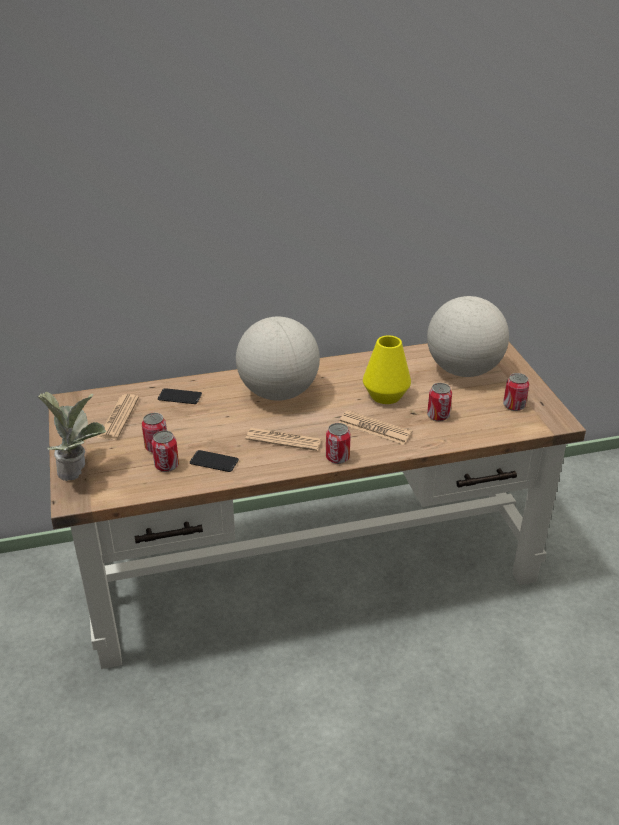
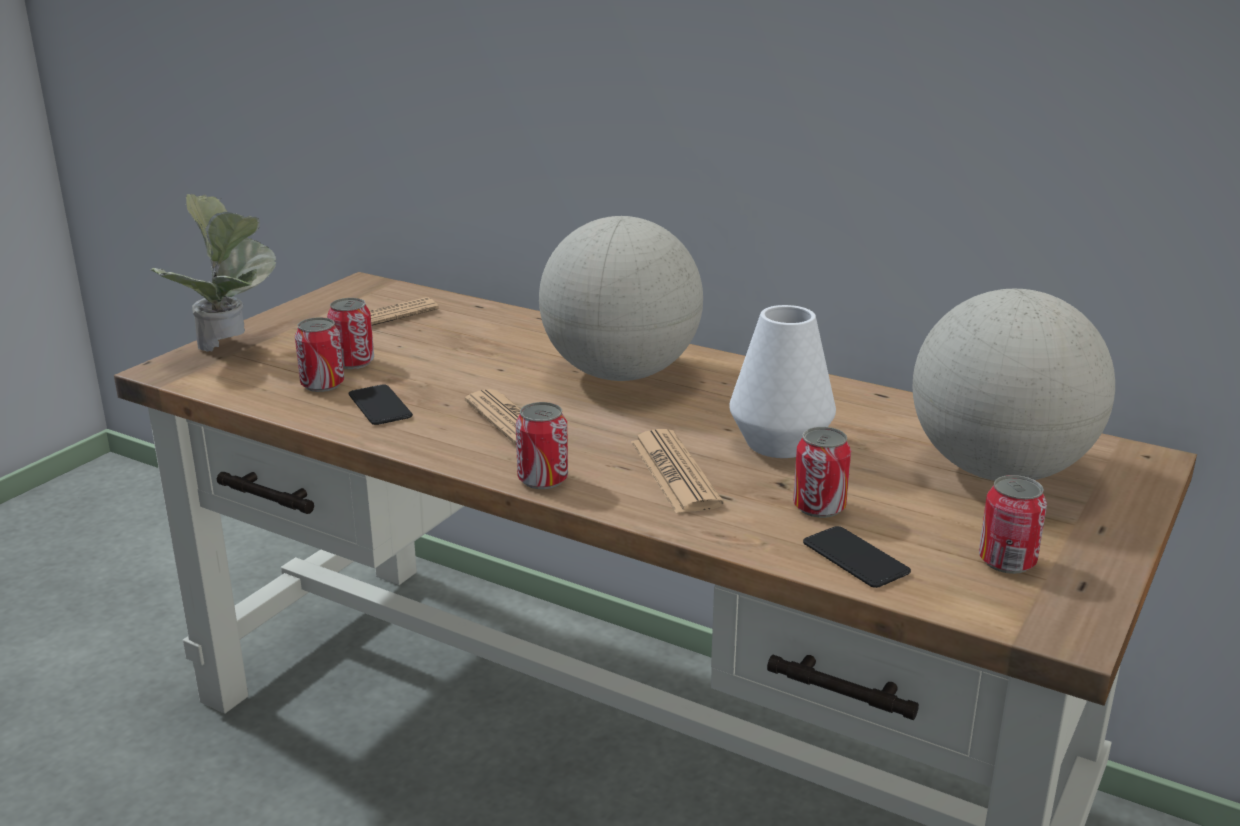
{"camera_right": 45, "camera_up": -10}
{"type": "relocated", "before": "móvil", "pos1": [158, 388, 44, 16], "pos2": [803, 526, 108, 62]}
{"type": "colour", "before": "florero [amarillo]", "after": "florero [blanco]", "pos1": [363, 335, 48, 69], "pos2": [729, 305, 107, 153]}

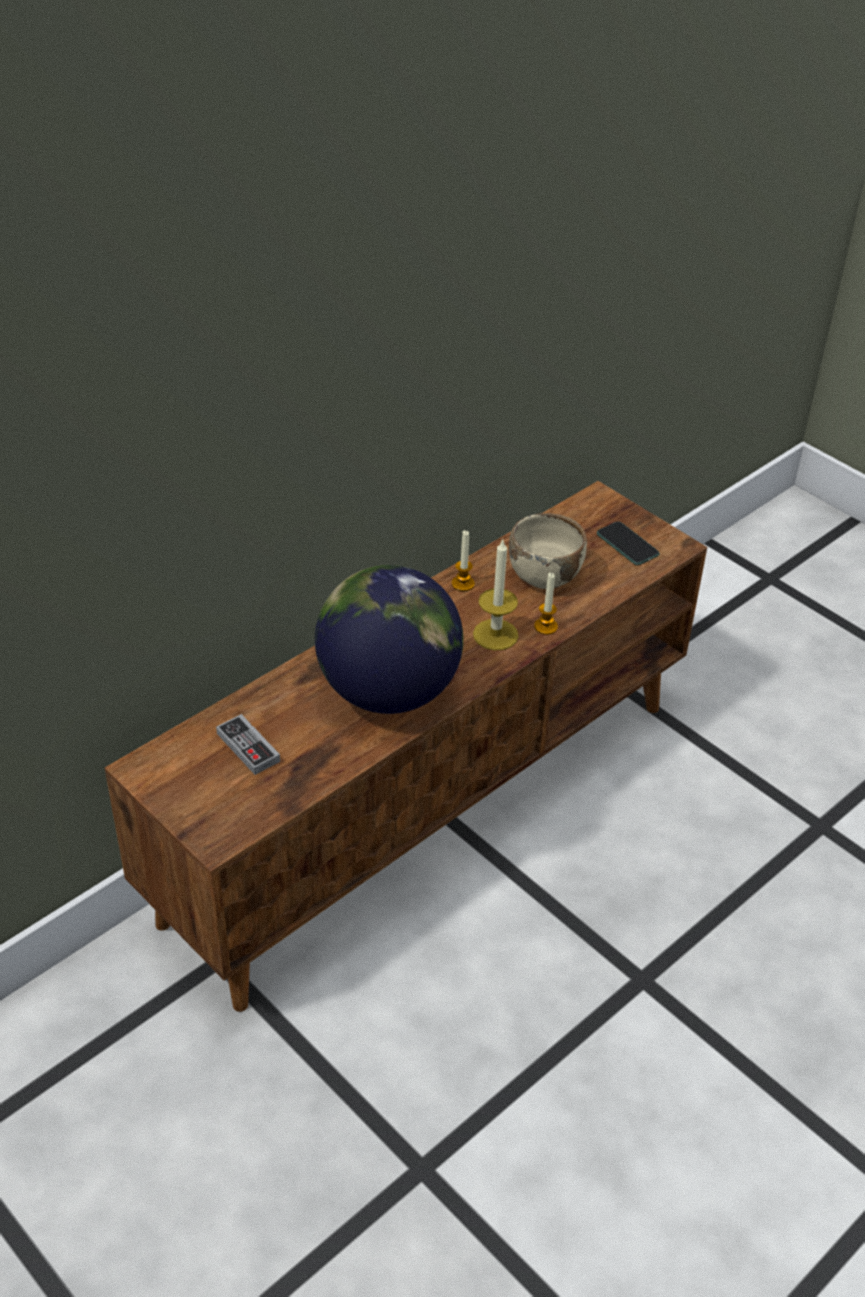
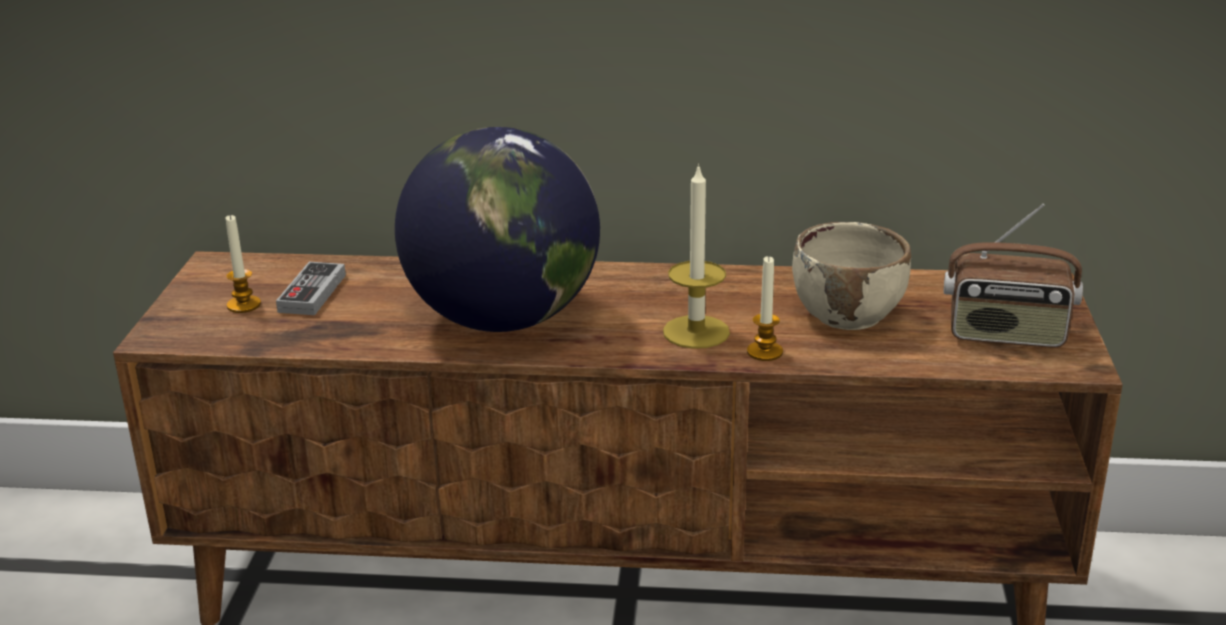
{"camera_right": 50, "camera_up": -15}
{"type": "relocated", "before": "vela", "pos1": [452, 530, 23, 61], "pos2": [226, 215, 35, 98]}
{"type": "exchanged", "before": "móvil", "after": "radio", "pos1": [597, 521, 63, 44], "pos2": [943, 204, 140, 144]}

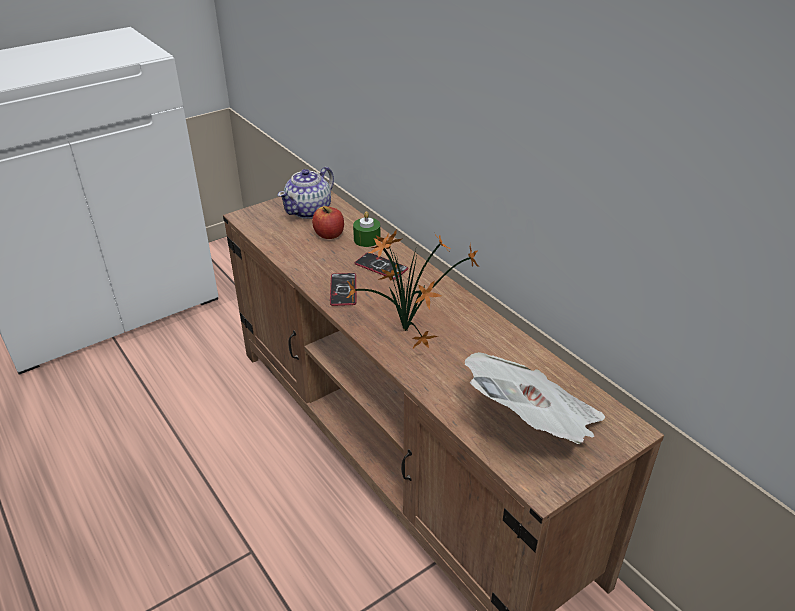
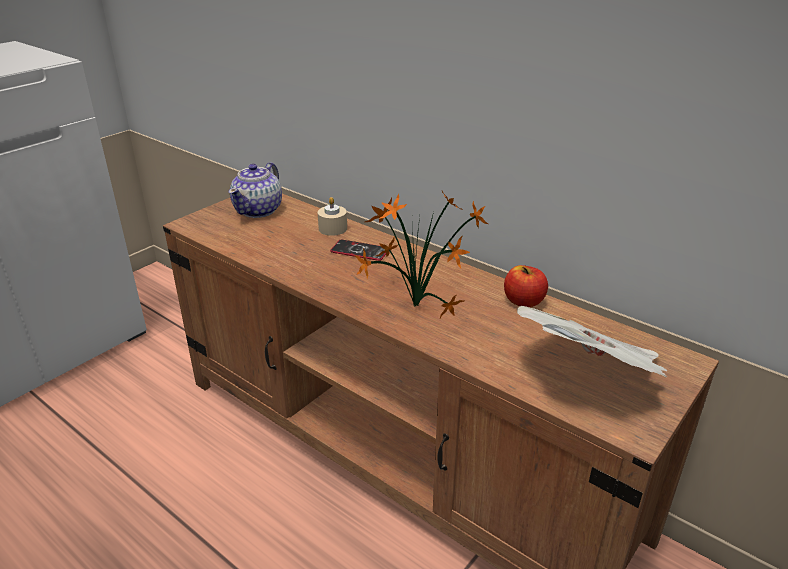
{"camera_right": -15, "camera_up": -5}
{"type": "missing", "before": "móvil", "pos1": [330, 273, 26, 33]}
{"type": "relocated", "before": "manzana", "pos1": [312, 206, 32, 33], "pos2": [504, 265, 44, 42]}
{"type": "colour", "before": "vela [verde]", "after": "vela [beis]", "pos1": [353, 211, 28, 36], "pos2": [318, 197, 29, 39]}

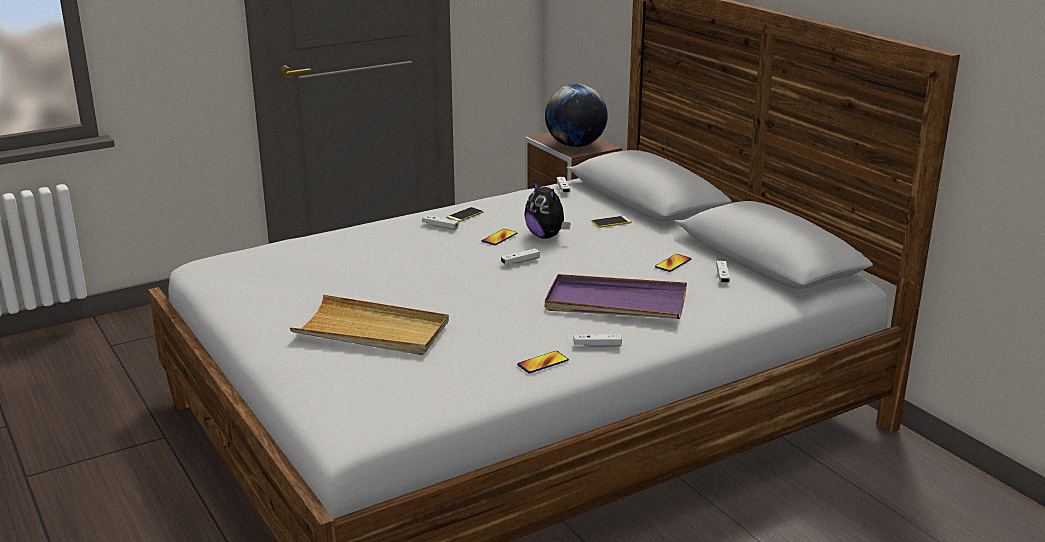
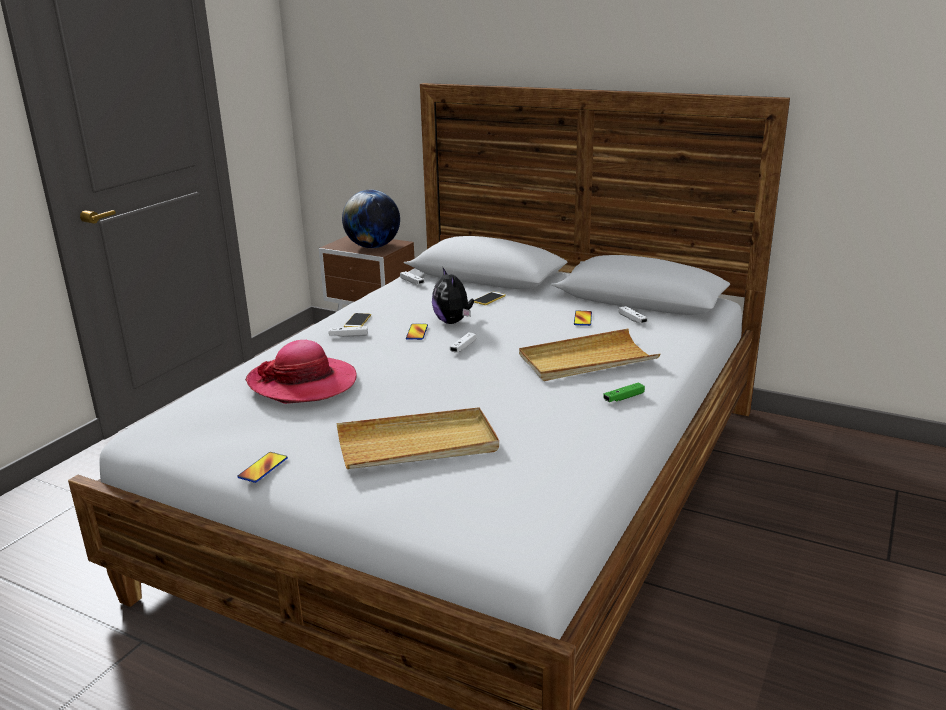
{"camera_right": -30, "camera_up": 0}
{"type": "appeared", "after": "sombrero", "pos2": [245, 340, 112, 64]}
{"type": "relocated", "before": "móvil", "pos1": [517, 351, 52, 22], "pos2": [237, 452, 51, 31]}
{"type": "colour", "before": "bandeja [morado]", "after": "bandeja [beis]", "pos1": [545, 274, 142, 45], "pos2": [519, 329, 141, 52]}
{"type": "colour", "before": "mando de consola [blanco]", "after": "mando de consola [verde]", "pos1": [574, 334, 48, 13], "pos2": [603, 383, 42, 19]}
{"type": "spun", "before": "peluche", "pos1": [524, 180, 47, 59], "pos2": [432, 268, 42, 56], "turn": 45}

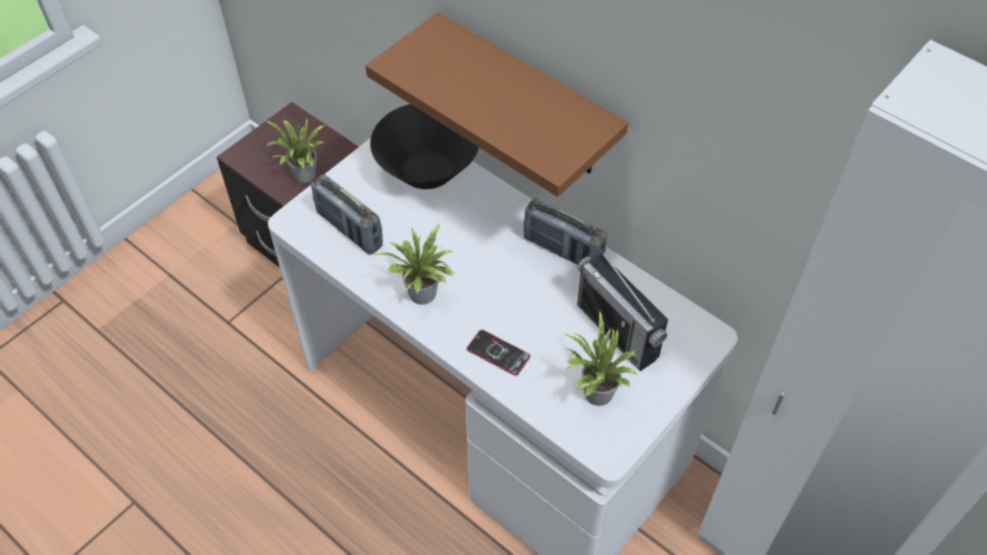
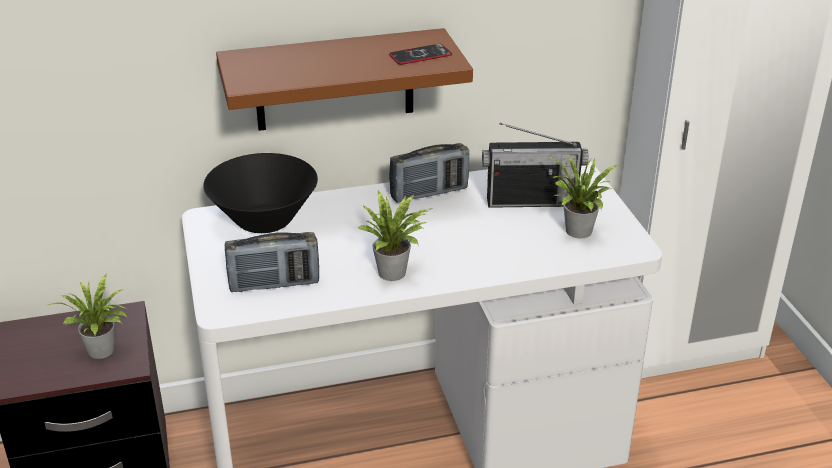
{"camera_right": -55, "camera_up": -20}
{"type": "relocated", "before": "móvil", "pos1": [467, 330, 63, 46], "pos2": [389, 44, 63, 21]}

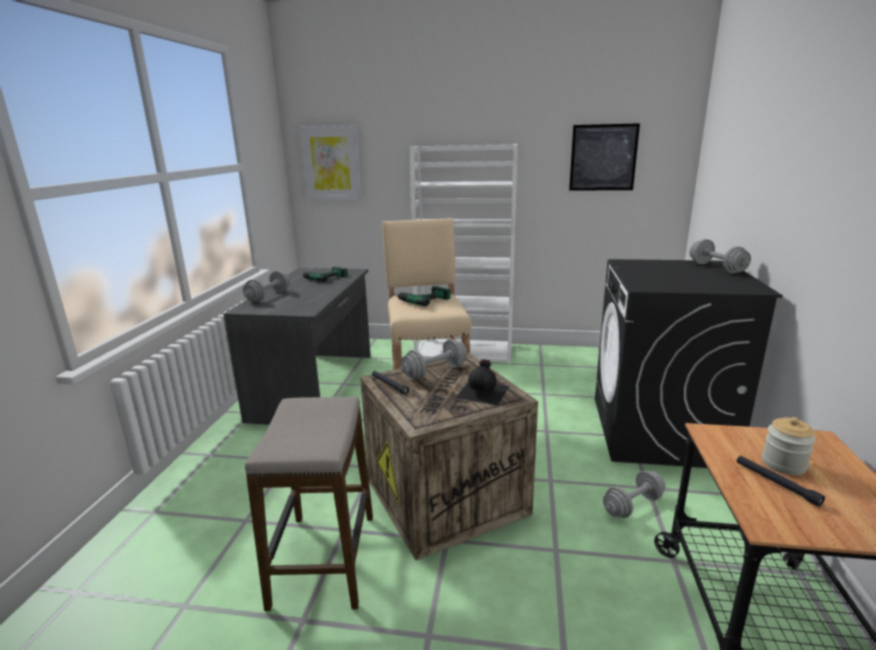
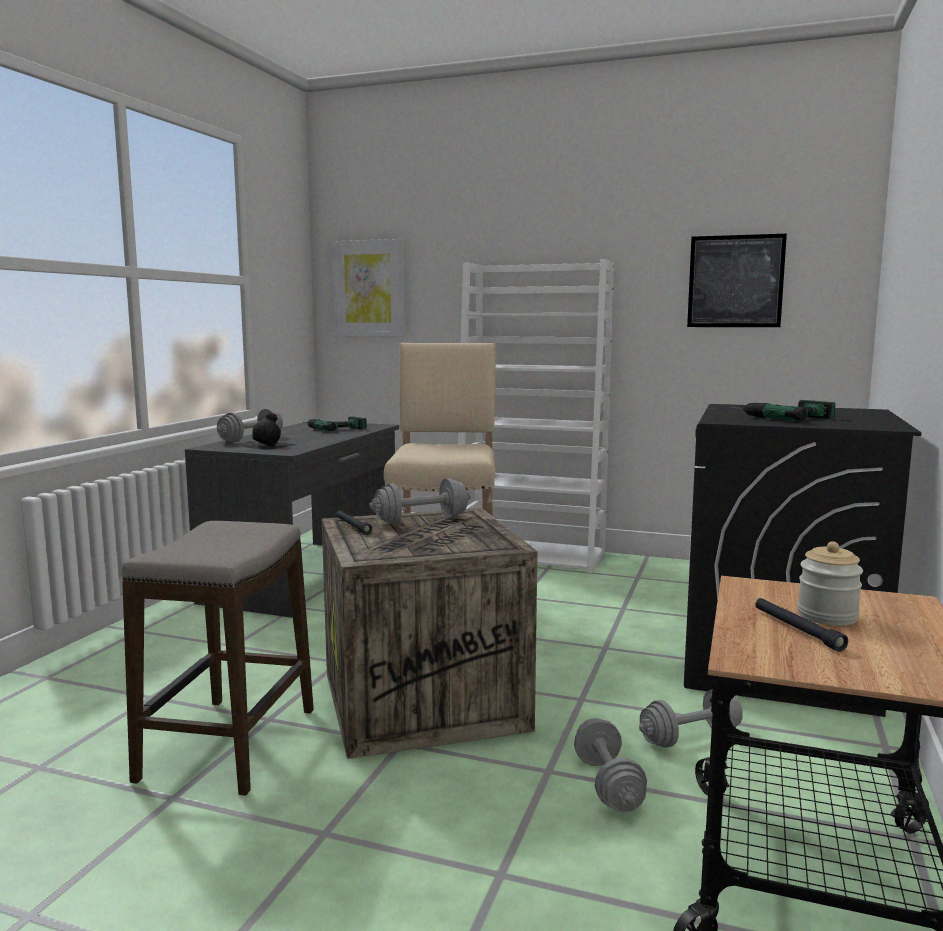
{"camera_right": 10, "camera_up": -10}
{"type": "relocated", "before": "taladro", "pos1": [393, 286, 58, 20], "pos2": [730, 400, 105, 21]}
{"type": "relocated", "before": "botella [negro]", "pos1": [456, 359, 54, 47], "pos2": [238, 413, 59, 37]}
{"type": "relocated", "before": "mancuerna [gris]", "pos1": [690, 239, 61, 34], "pos2": [574, 718, 73, 94]}

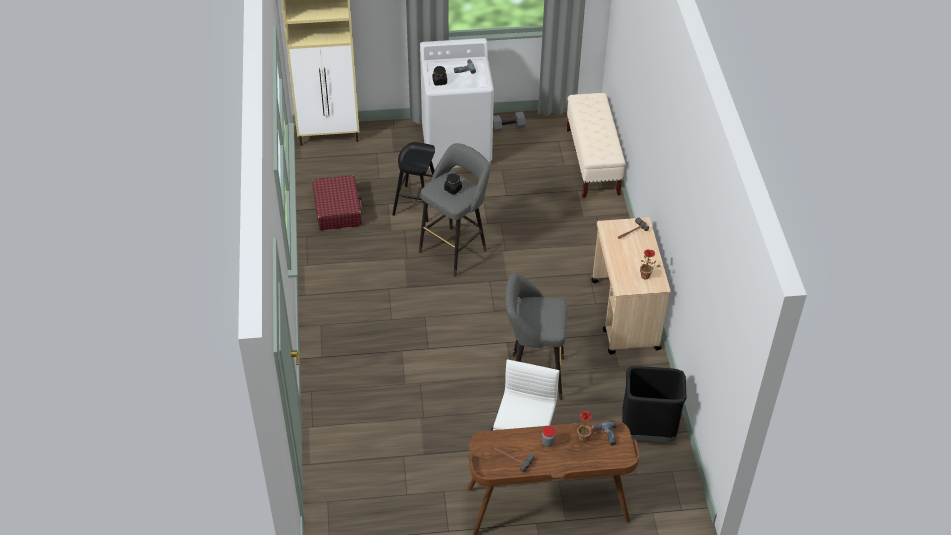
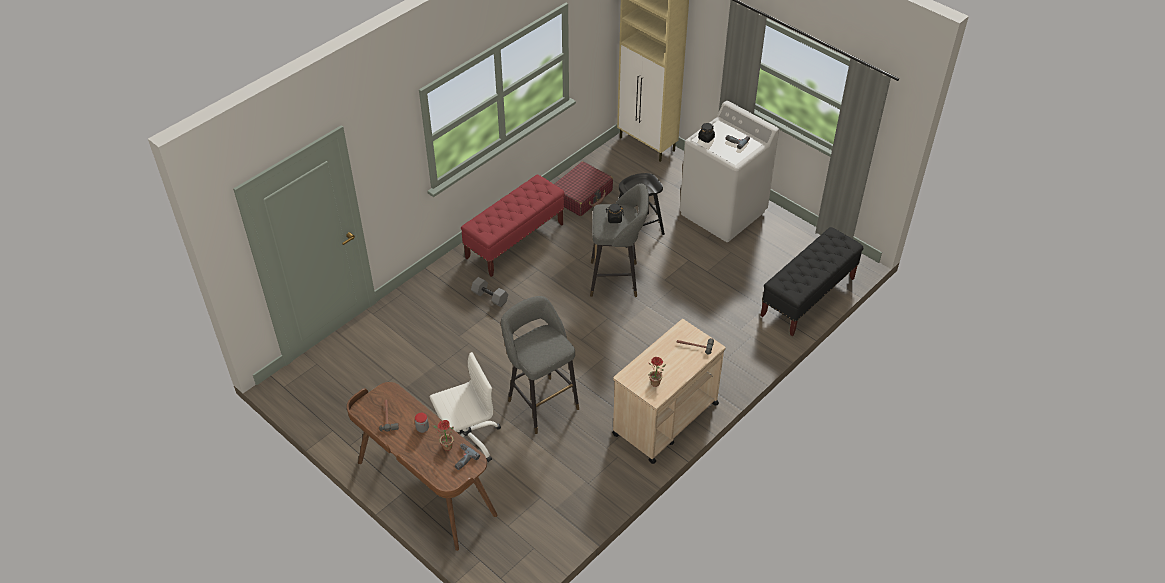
{"camera_right": 50, "camera_up": 0}
{"type": "missing", "before": "papelera [negro]", "pos1": [622, 366, 65, 76]}
{"type": "appeared", "after": "banco [rojo]", "pos2": [461, 175, 104, 102]}
{"type": "relocated", "before": "mancuerna [gris]", "pos1": [493, 111, 33, 22], "pos2": [471, 277, 37, 30]}
{"type": "colour", "before": "banco [beis]", "after": "banco [negro]", "pos1": [567, 93, 59, 105], "pos2": [761, 227, 102, 109]}

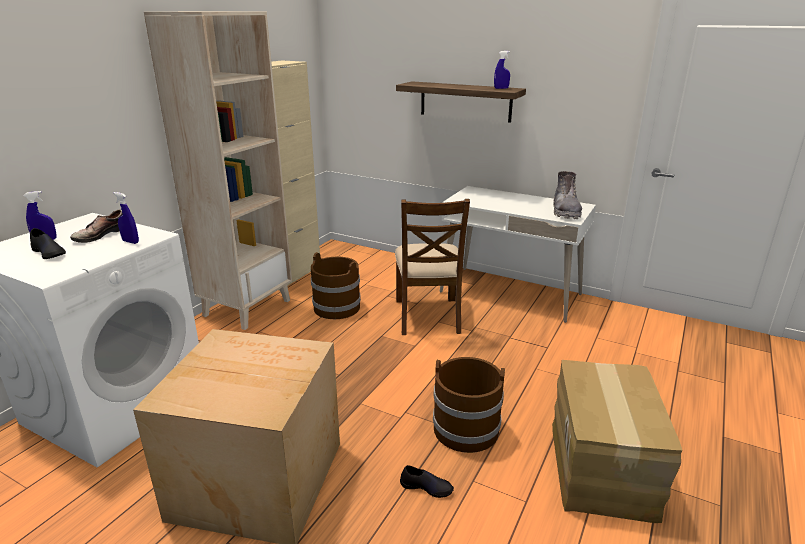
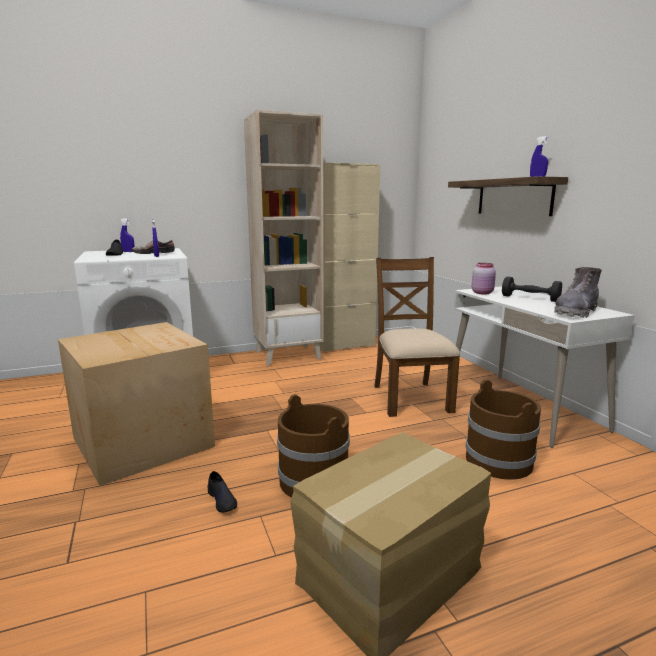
{"camera_right": 40, "camera_up": -10}
{"type": "appeared", "after": "tarro [rosa]", "pos2": [472, 263, 24, 31]}
{"type": "appeared", "after": "mancuerna [negro]", "pos2": [502, 276, 60, 26]}
{"type": "relocated", "before": "cubo [marrón]", "pos1": [311, 252, 50, 67], "pos2": [466, 379, 75, 101]}
{"type": "spun", "before": "silla [marrón]", "pos1": [395, 199, 75, 136], "pos2": [374, 257, 86, 160], "turn": 135}

